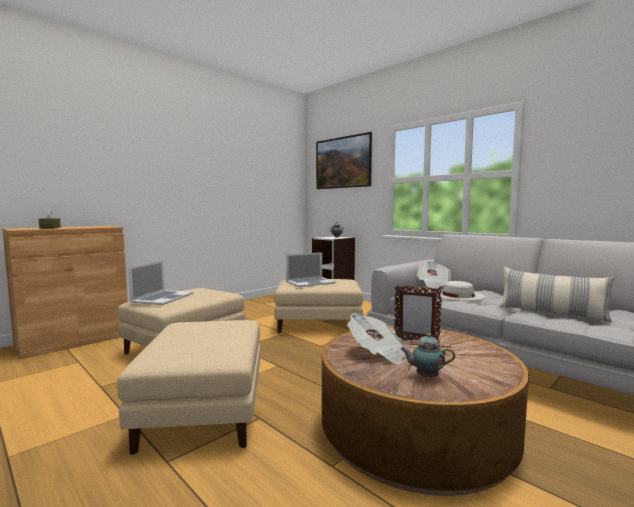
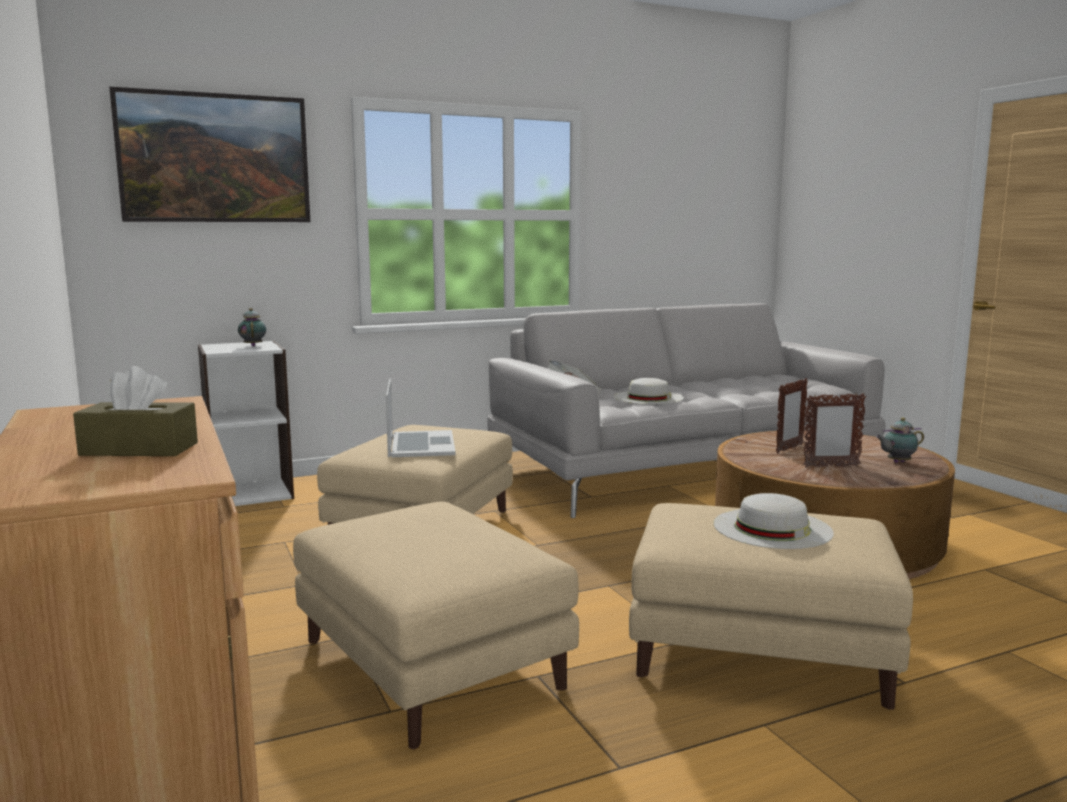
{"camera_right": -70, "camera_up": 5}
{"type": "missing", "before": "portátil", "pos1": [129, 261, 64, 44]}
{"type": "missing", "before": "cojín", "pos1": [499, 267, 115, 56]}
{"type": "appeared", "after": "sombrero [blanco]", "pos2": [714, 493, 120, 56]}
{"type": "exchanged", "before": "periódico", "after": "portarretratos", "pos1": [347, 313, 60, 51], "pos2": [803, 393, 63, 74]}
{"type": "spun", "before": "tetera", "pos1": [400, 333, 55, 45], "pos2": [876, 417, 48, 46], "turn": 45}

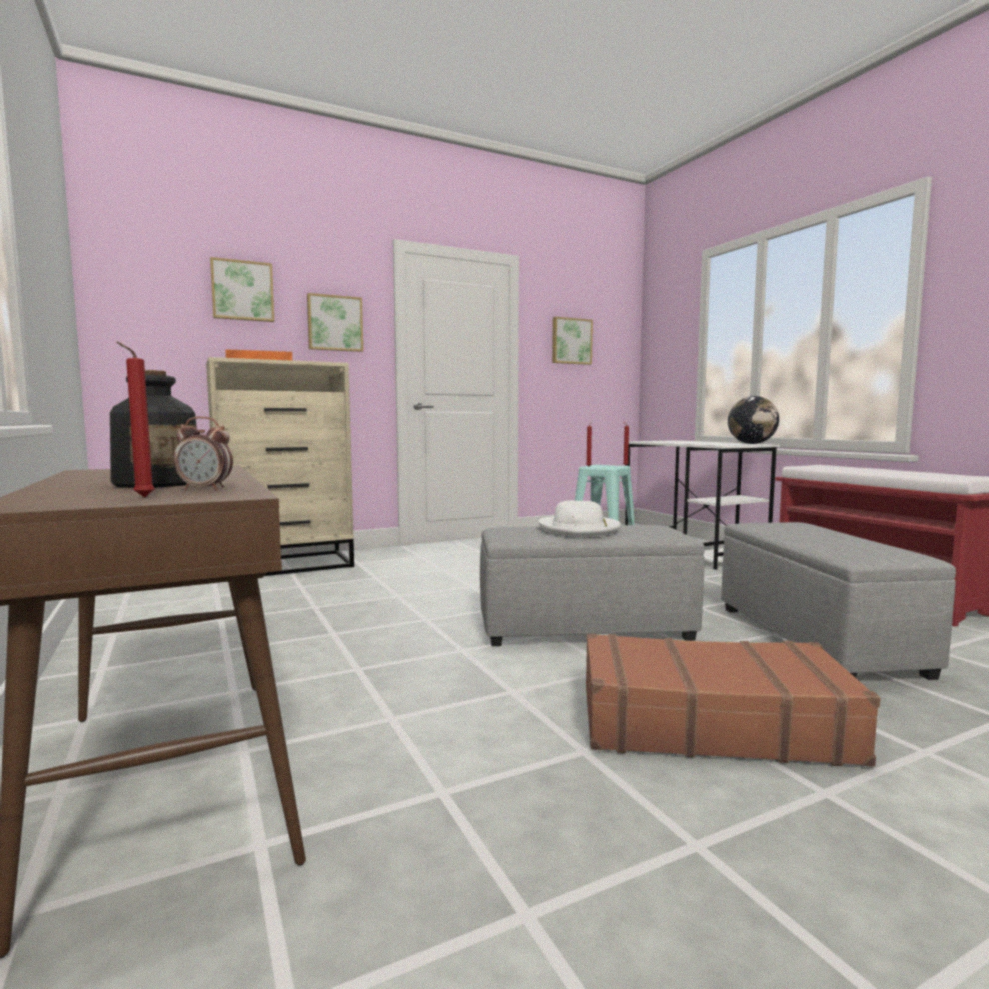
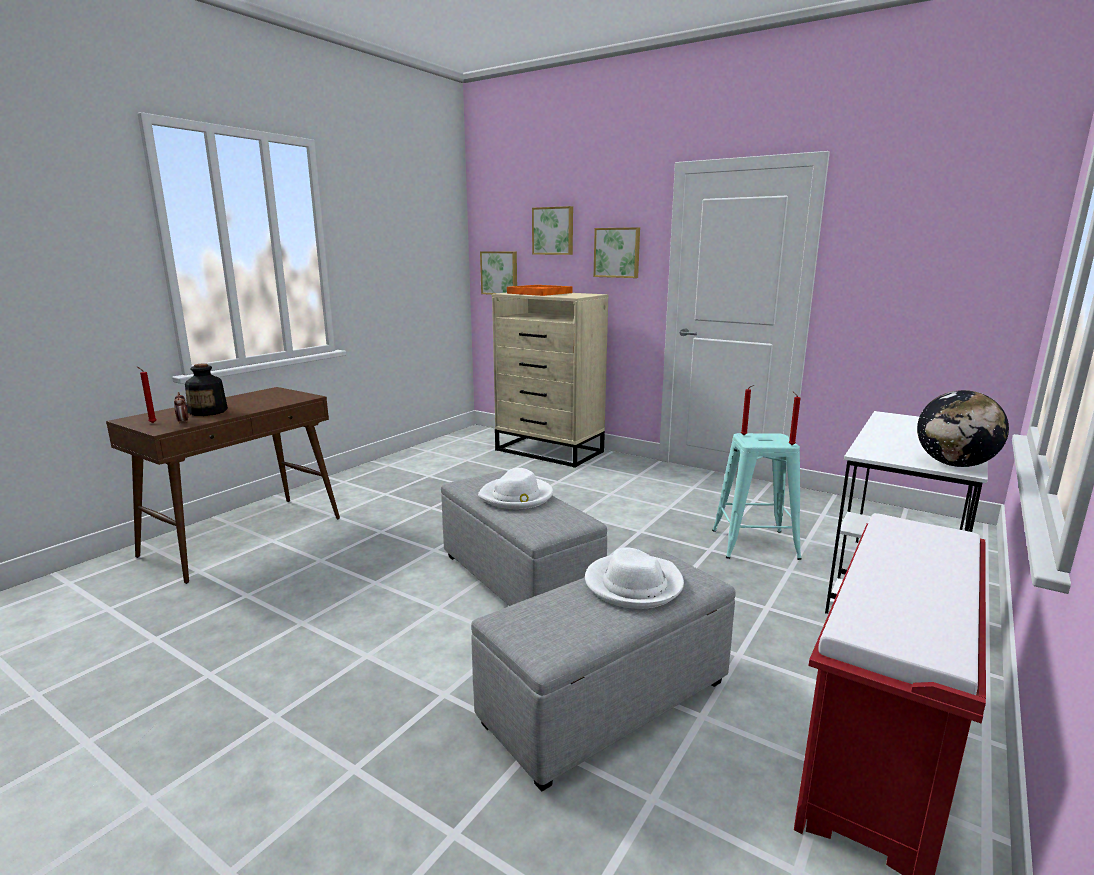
{"camera_right": 60, "camera_up": 10}
{"type": "missing", "before": "maleta [marrón]", "pos1": [586, 633, 295, 134]}
{"type": "appeared", "after": "sombrero [blanco]", "pos2": [585, 547, 99, 62]}
{"type": "relocated", "before": "cuadro", "pos1": [552, 317, 41, 48], "pos2": [480, 251, 37, 44]}

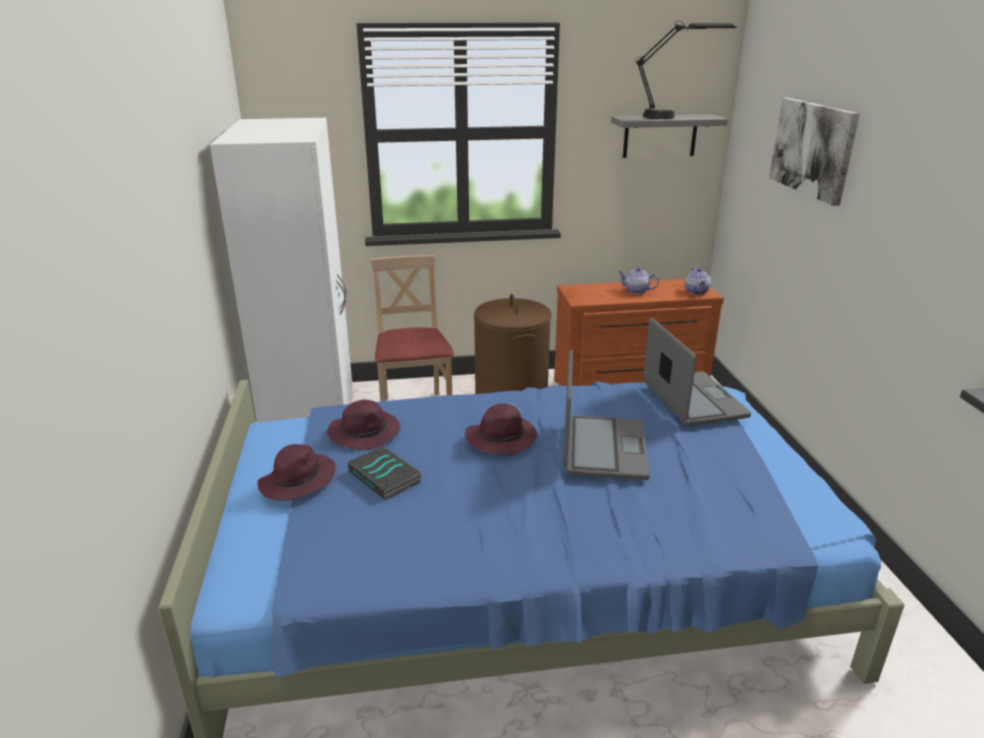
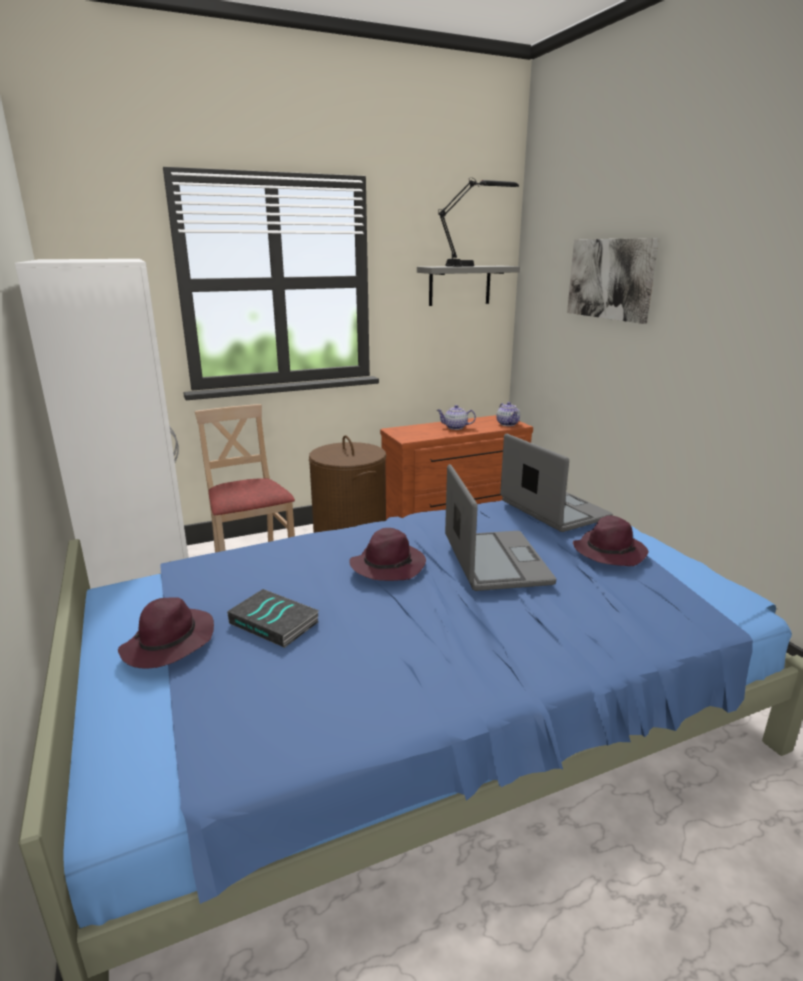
{"camera_right": -15, "camera_up": -5}
{"type": "relocated", "before": "sombrero [morado]", "pos1": [327, 400, 73, 50], "pos2": [573, 515, 75, 51]}

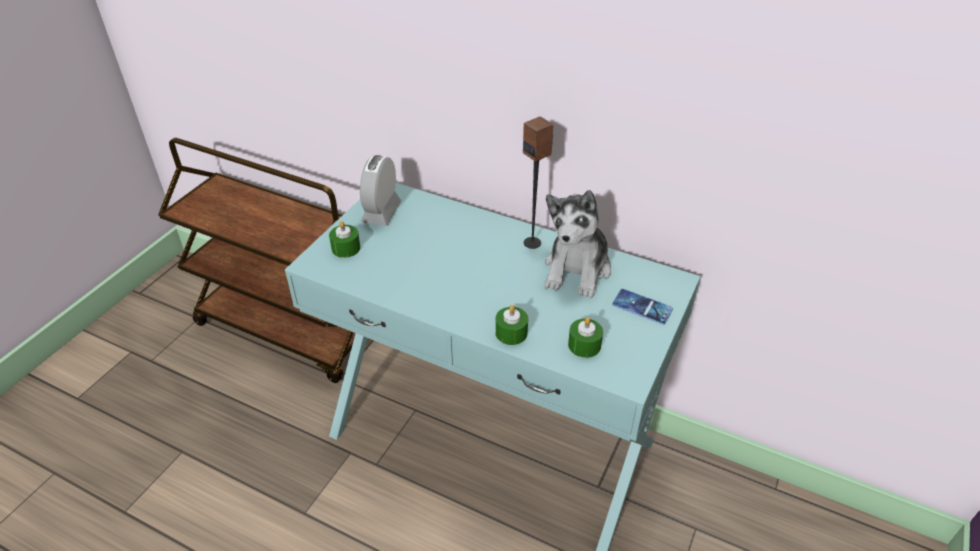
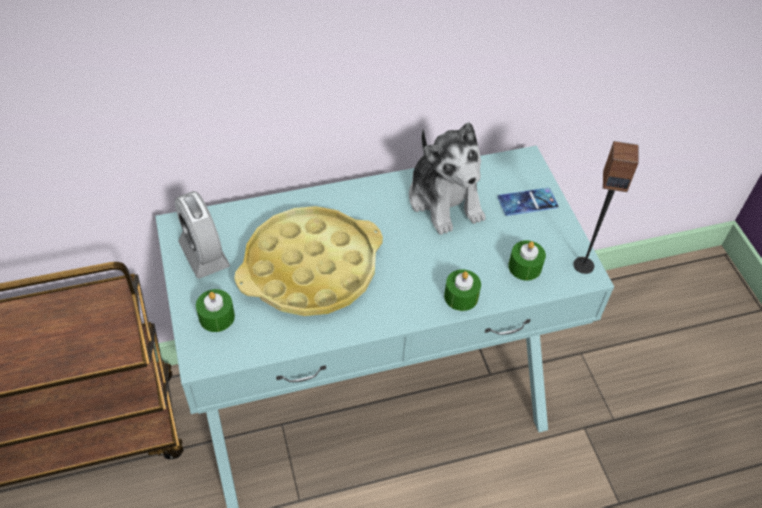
{"camera_right": -45, "camera_up": 10}
{"type": "appeared", "after": "bandeja [amarillo]", "pos2": [234, 206, 149, 110]}
{"type": "relocated", "before": "altavoz", "pos1": [523, 116, 31, 133], "pos2": [573, 141, 66, 133]}

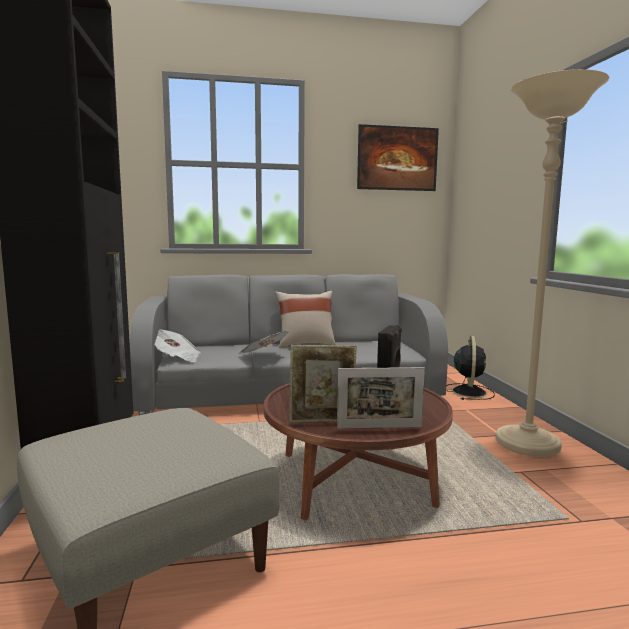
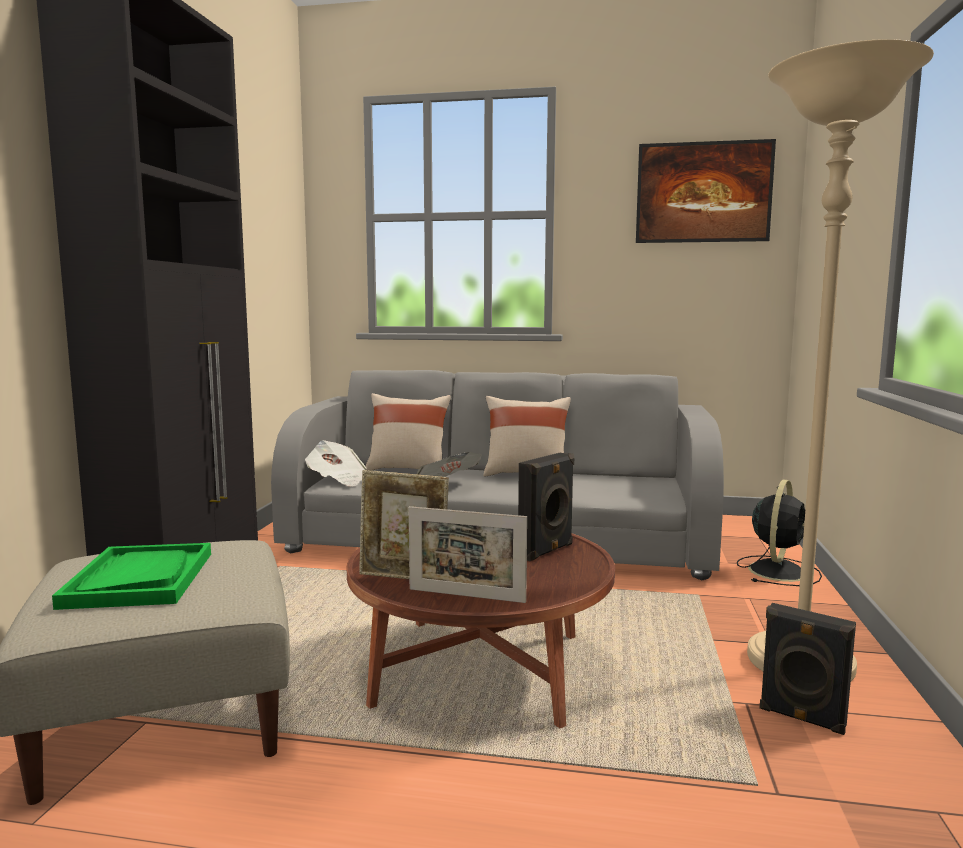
{"camera_right": 20, "camera_up": 0}
{"type": "appeared", "after": "bandeja [verde]", "pos2": [52, 543, 159, 67]}
{"type": "appeared", "after": "cojín [beis]", "pos2": [366, 393, 85, 78]}
{"type": "appeared", "after": "altavoz [negro]", "pos2": [760, 603, 96, 132]}

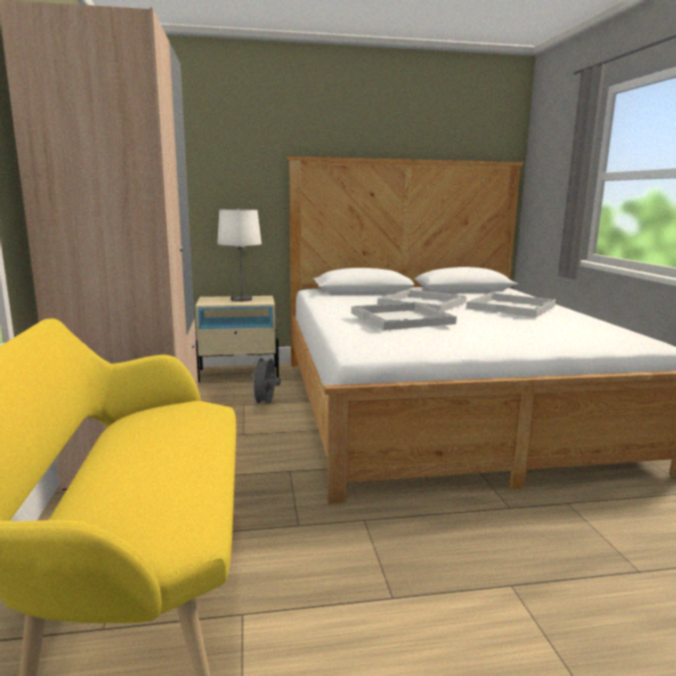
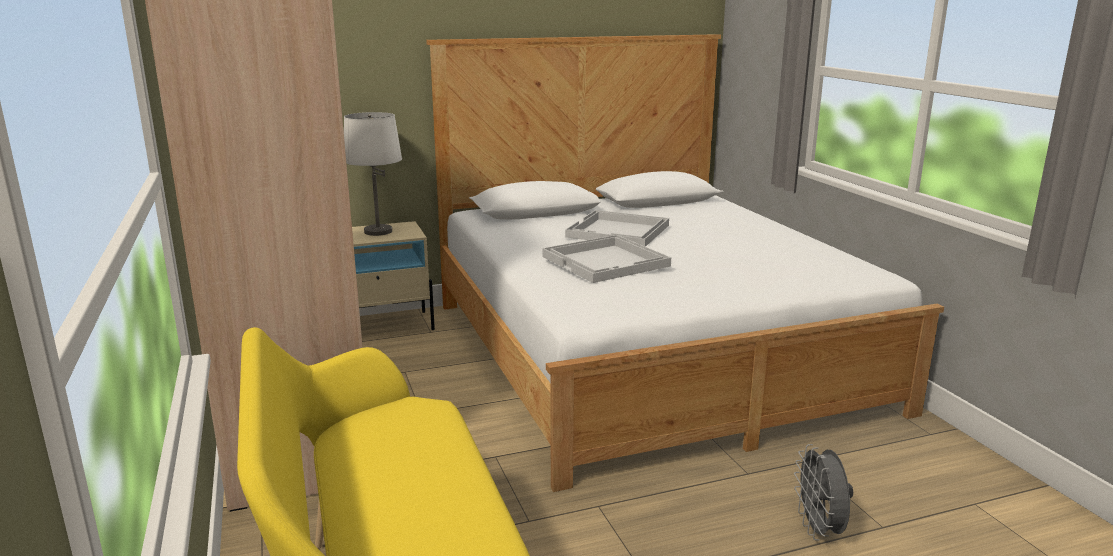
{"camera_right": -10, "camera_up": 5}
{"type": "missing", "before": "bandeja [blanco]", "pos1": [466, 293, 90, 24]}
{"type": "relocated", "before": "ventilador [gris]", "pos1": [250, 355, 31, 51], "pos2": [794, 444, 59, 97]}

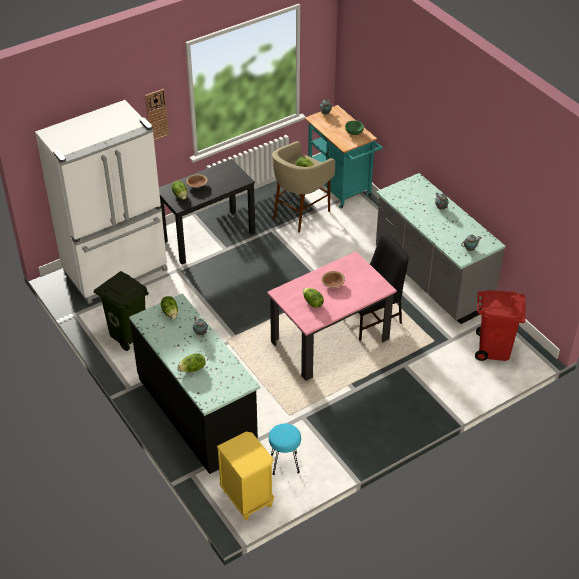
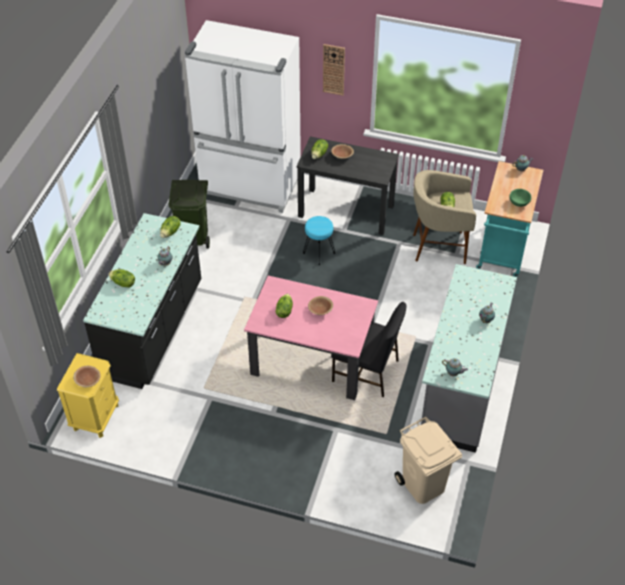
{"camera_right": 50, "camera_up": 5}
{"type": "appeared", "after": "cuenco [marrón]", "pos2": [73, 366, 28, 22]}
{"type": "relocated", "before": "taburete [turquesa]", "pos1": [269, 423, 32, 52], "pos2": [303, 216, 32, 49]}
{"type": "colour", "before": "papelera [rojo]", "after": "papelera [beis]", "pos1": [475, 290, 50, 71], "pos2": [394, 417, 68, 87]}

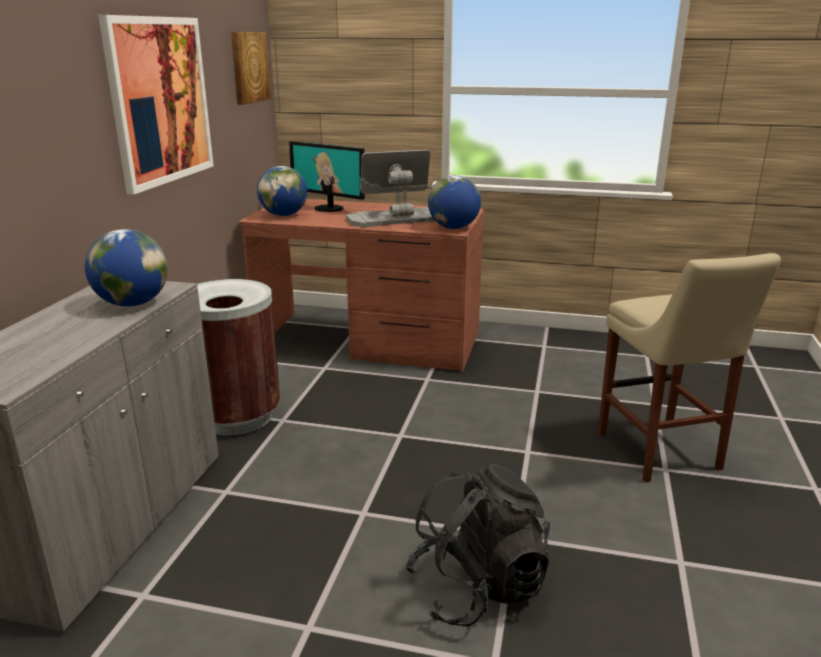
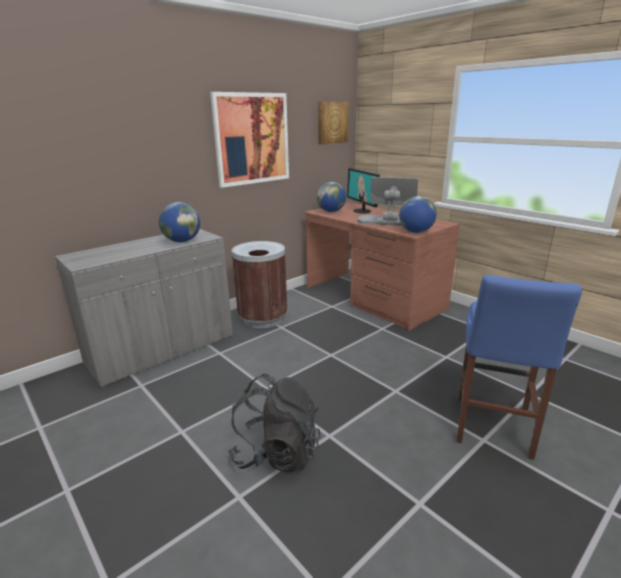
{"camera_right": 35, "camera_up": 0}
{"type": "colour", "before": "taburete [beis]", "after": "taburete [azul]", "pos1": [598, 253, 183, 230], "pos2": [456, 275, 126, 185]}

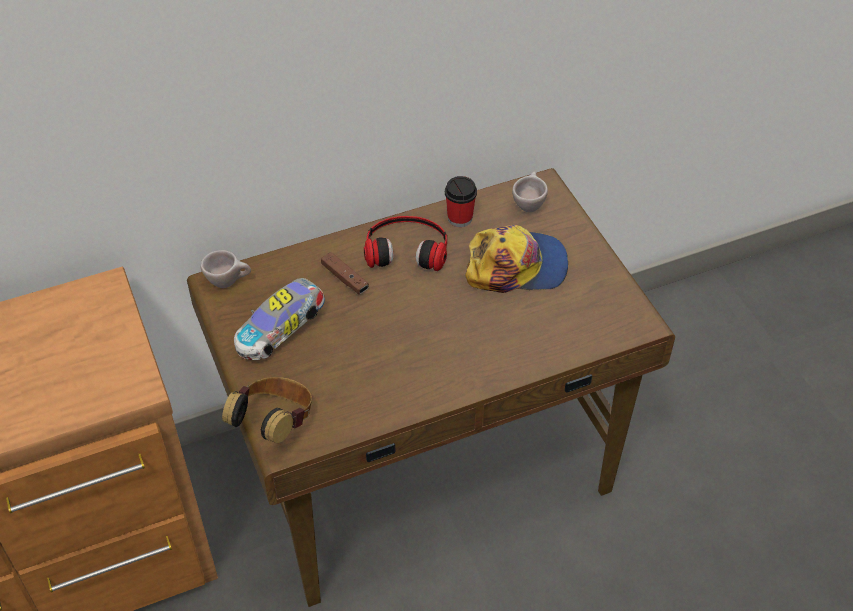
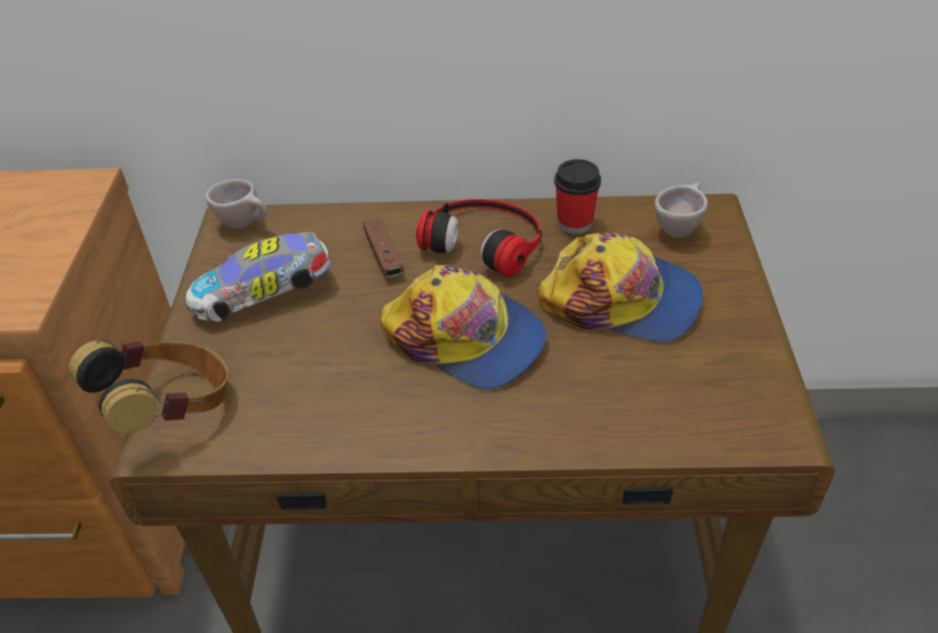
{"camera_right": 25, "camera_up": -5}
{"type": "appeared", "after": "gorra", "pos2": [380, 265, 167, 125]}

